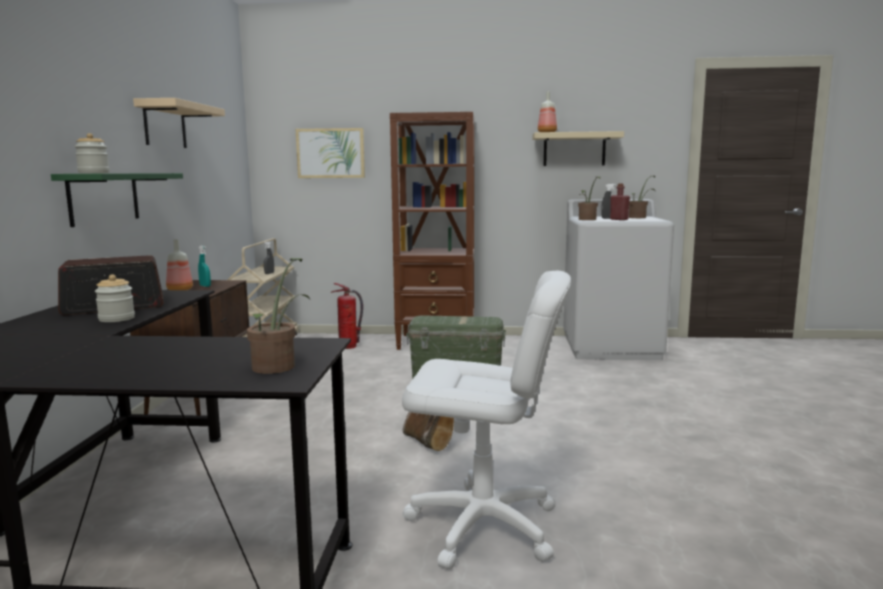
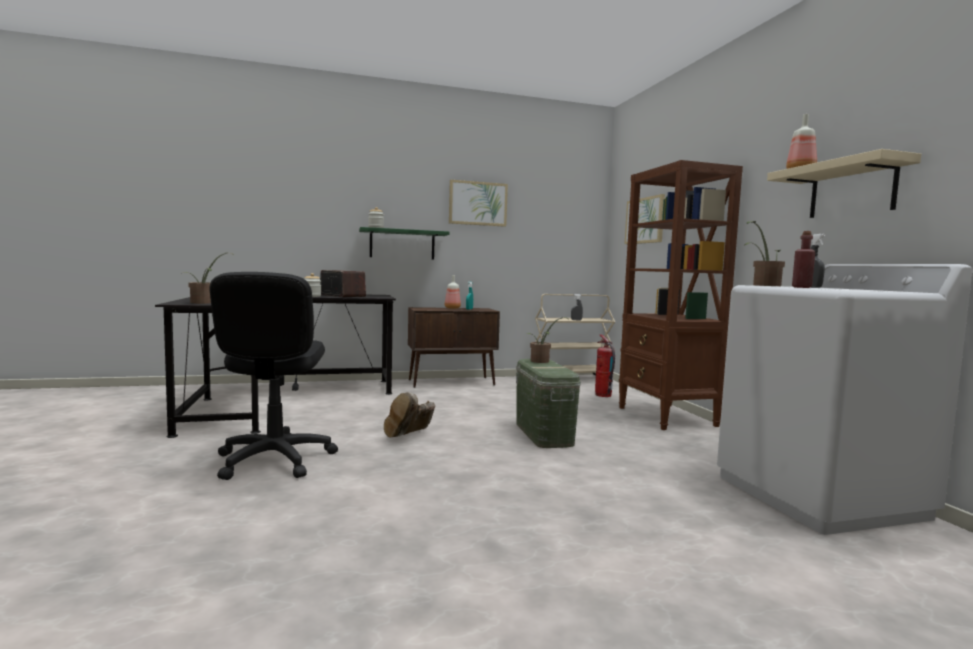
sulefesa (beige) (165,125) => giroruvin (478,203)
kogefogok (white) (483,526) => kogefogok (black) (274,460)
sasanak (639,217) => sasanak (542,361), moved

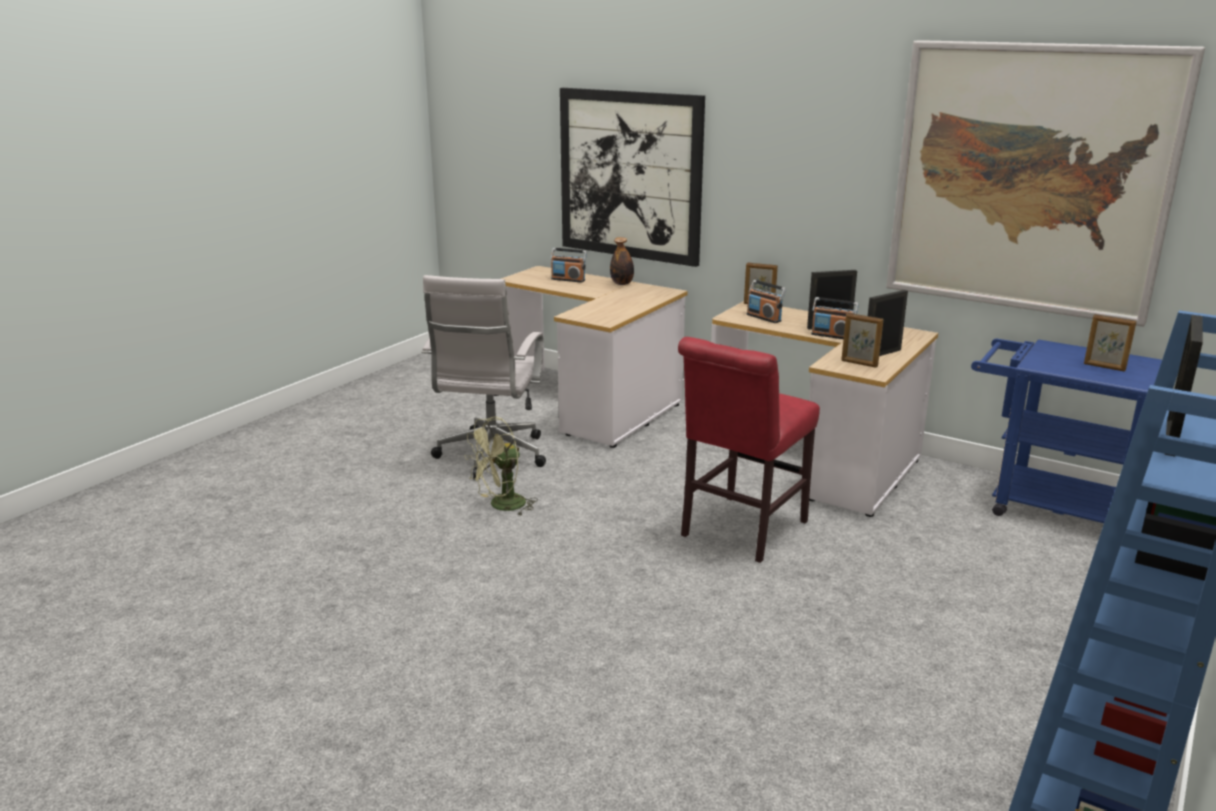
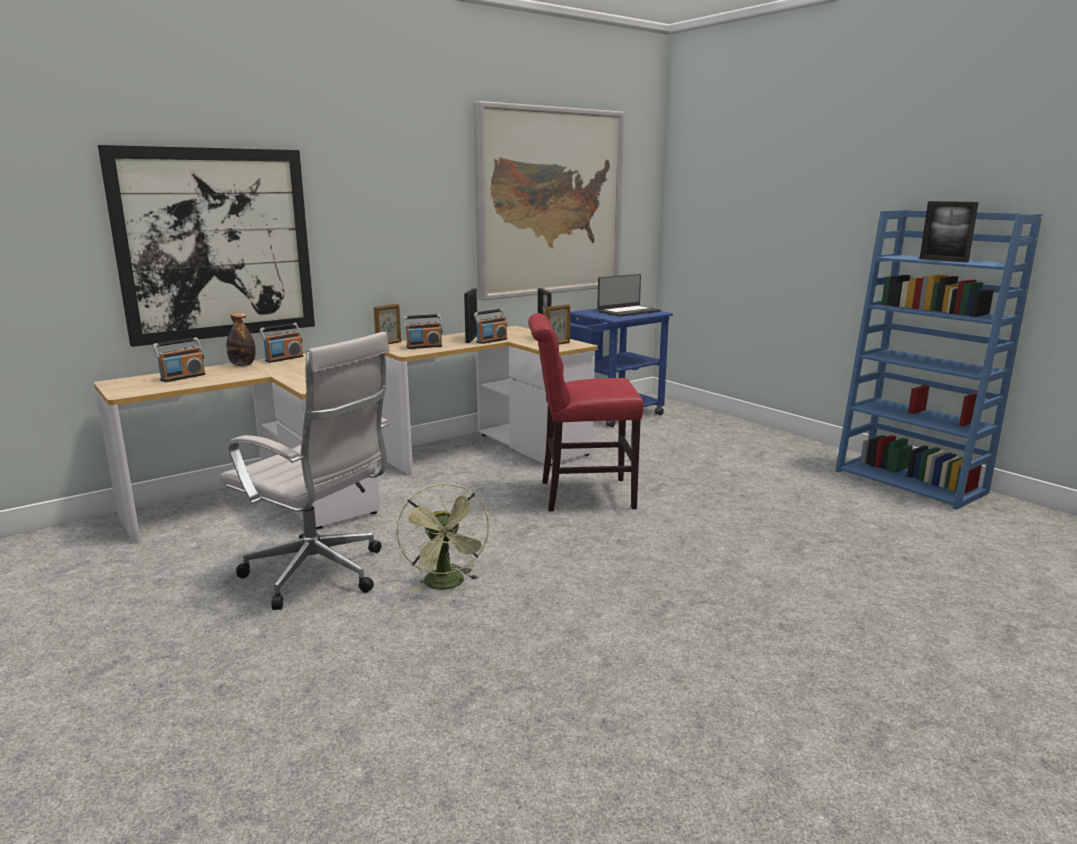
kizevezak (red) (740,531) => kizevezak (red) (581,495), 120 degrees clockwise
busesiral (1104,367) => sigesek (628,311)
nothing => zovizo (284,359)

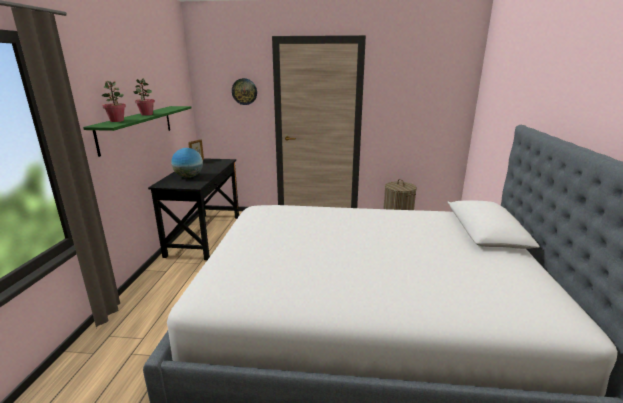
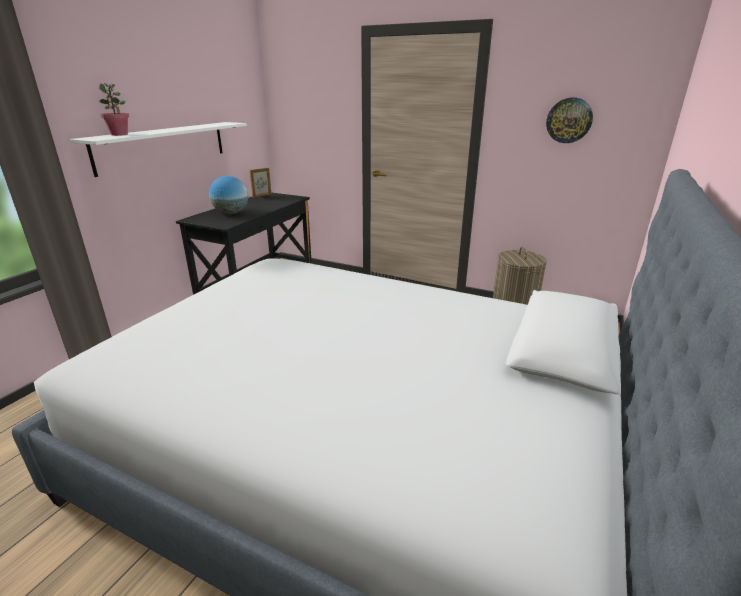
sulefesa (green) (137,128) => sulefesa (white) (163,146)
sasanak (146,114) => nothing
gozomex (244,91) => gozomex (569,120), moved

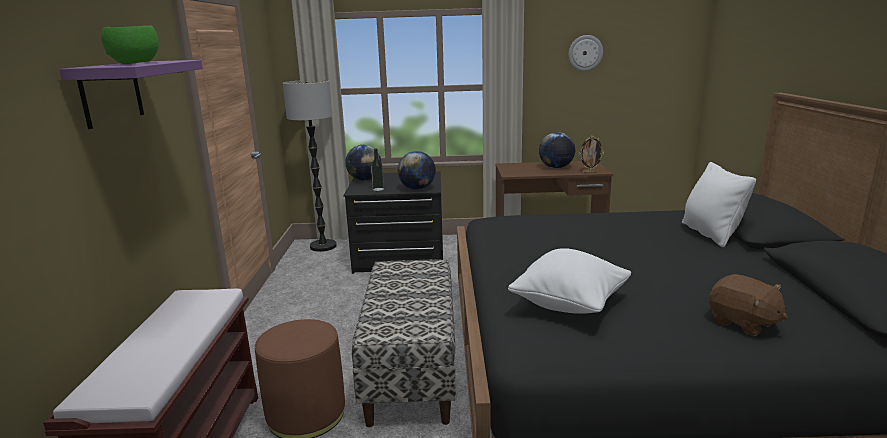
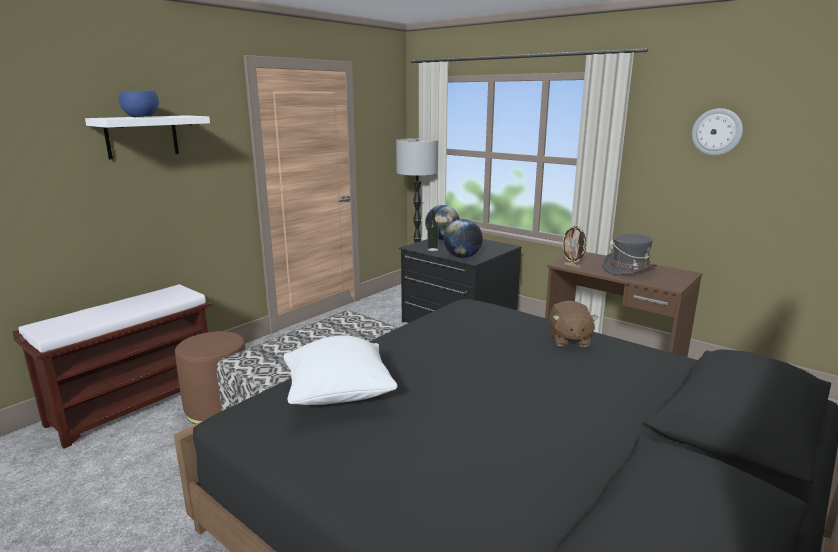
sulefesa (purple) (111,93) => sulefesa (white) (142,136)
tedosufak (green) (135,63) => tedosufak (blue) (141,117)
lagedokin (556,167) => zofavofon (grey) (629,269)
busesiral (590,172) => busesiral (572,266), moved
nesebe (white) (710,234) => nothing
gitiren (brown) (742,323) => gitiren (brown) (569,339), moved

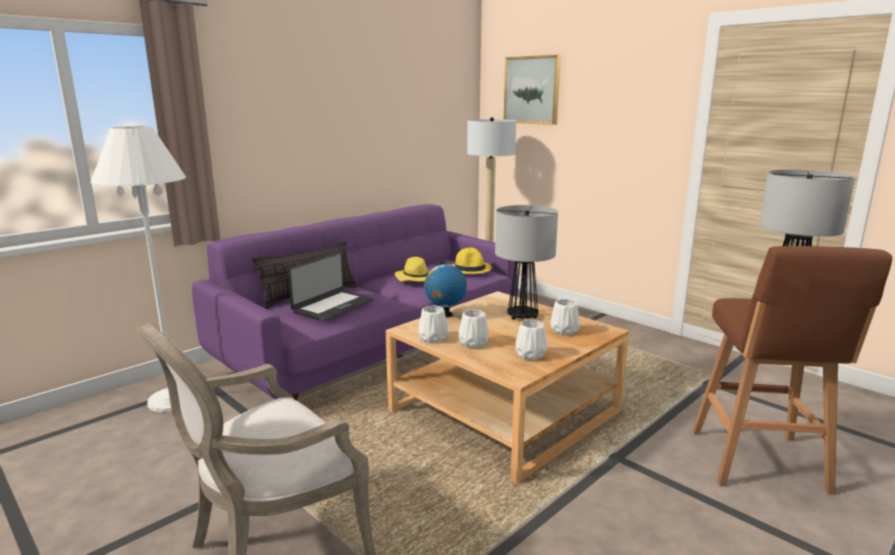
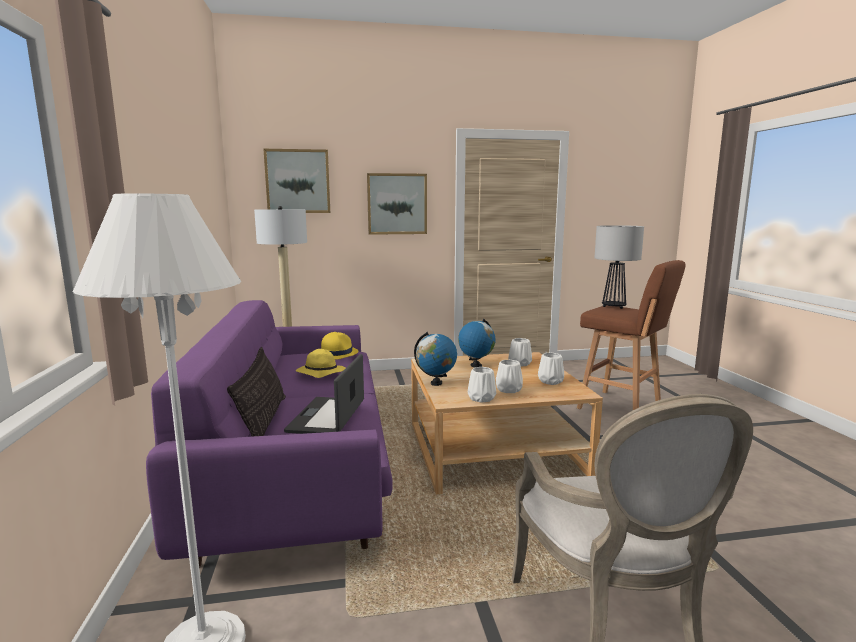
sigesek (332,306) => sigesek (328,416), 150 degrees counterclockwise
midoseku (522,316) => lagedokin (476,365)
nothing => giroruvin (397,204)

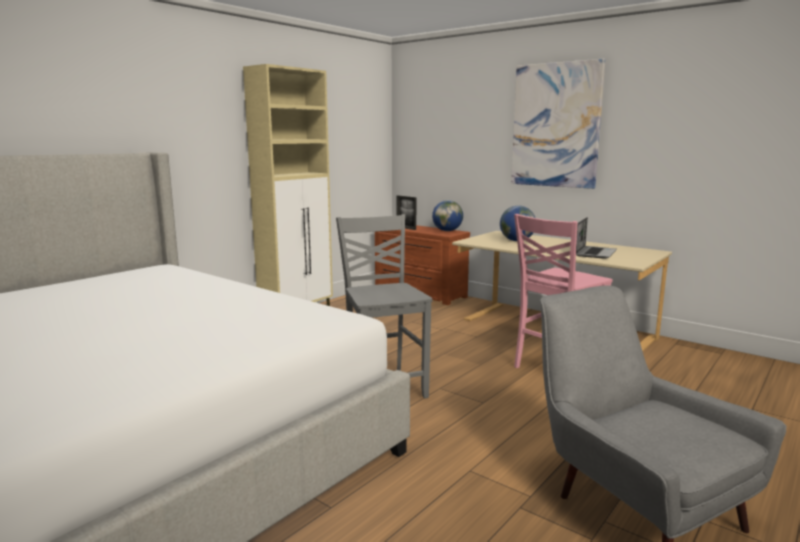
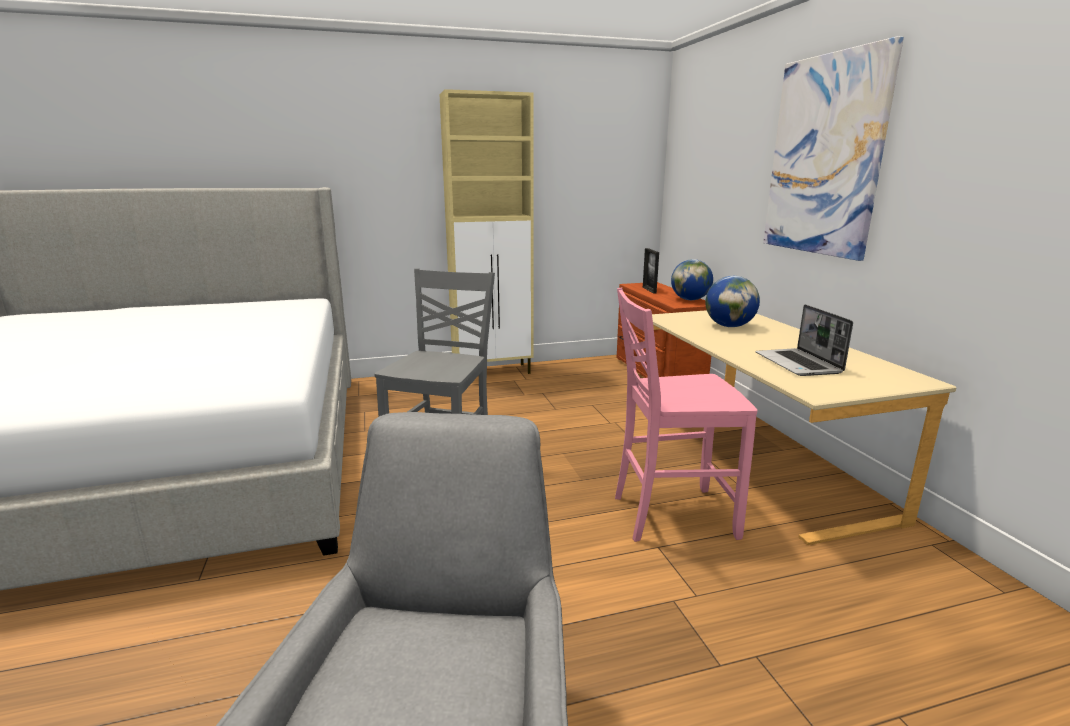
sigesek (595,253) => sigesek (799,364), 105 degrees clockwise

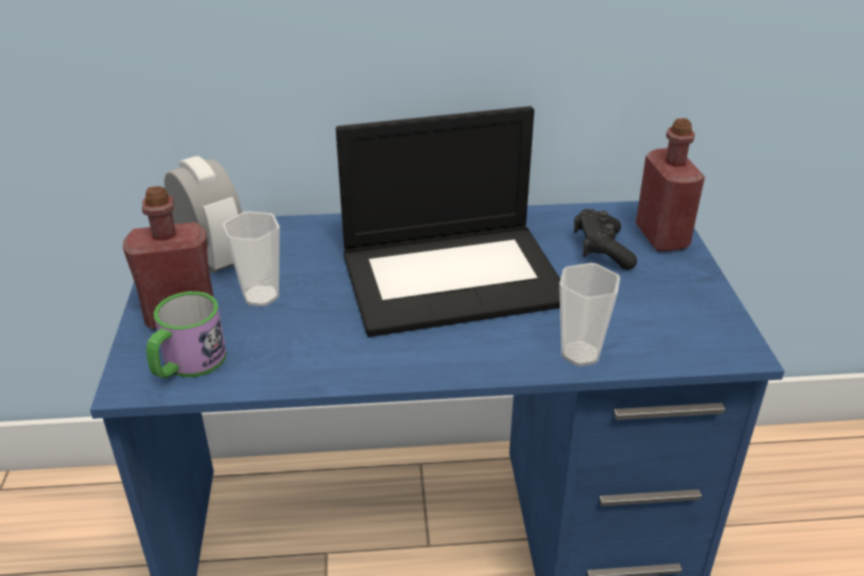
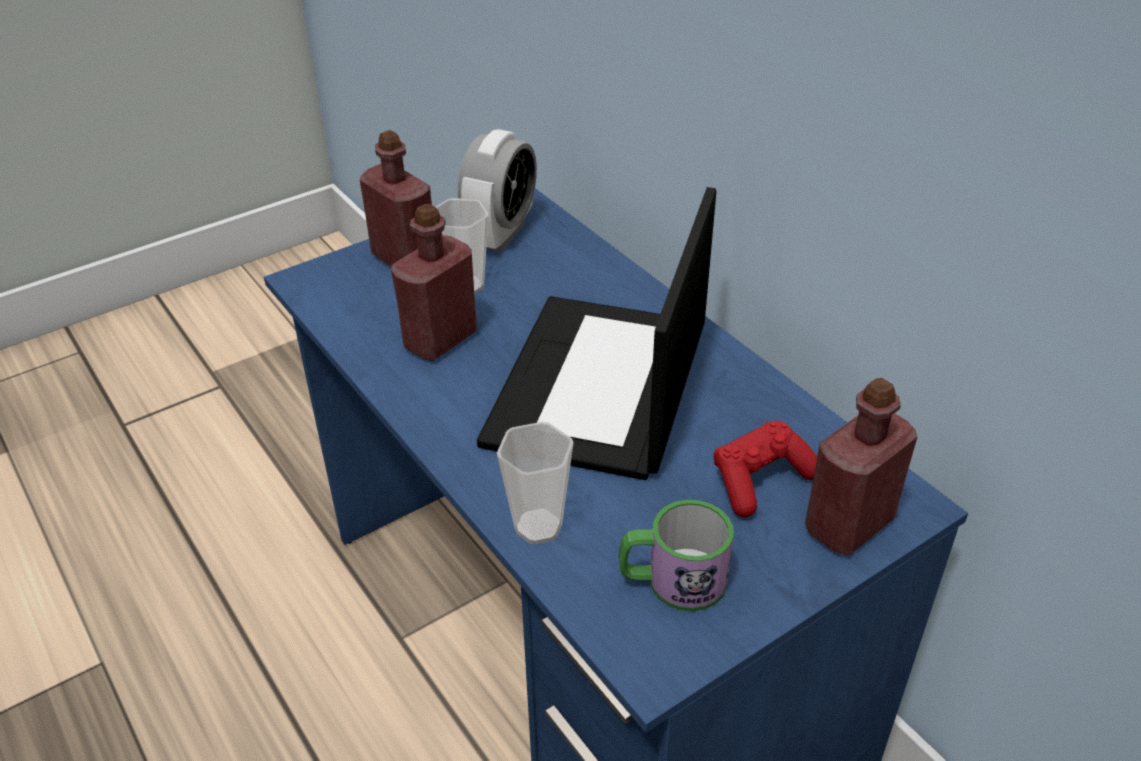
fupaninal (187,364) => fupaninal (672,580), moved
sigesek (454,277) => sigesek (600,387), 60 degrees clockwise
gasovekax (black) (601,251) => gasovekax (red) (761,480)
nothing => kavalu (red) (440,340)

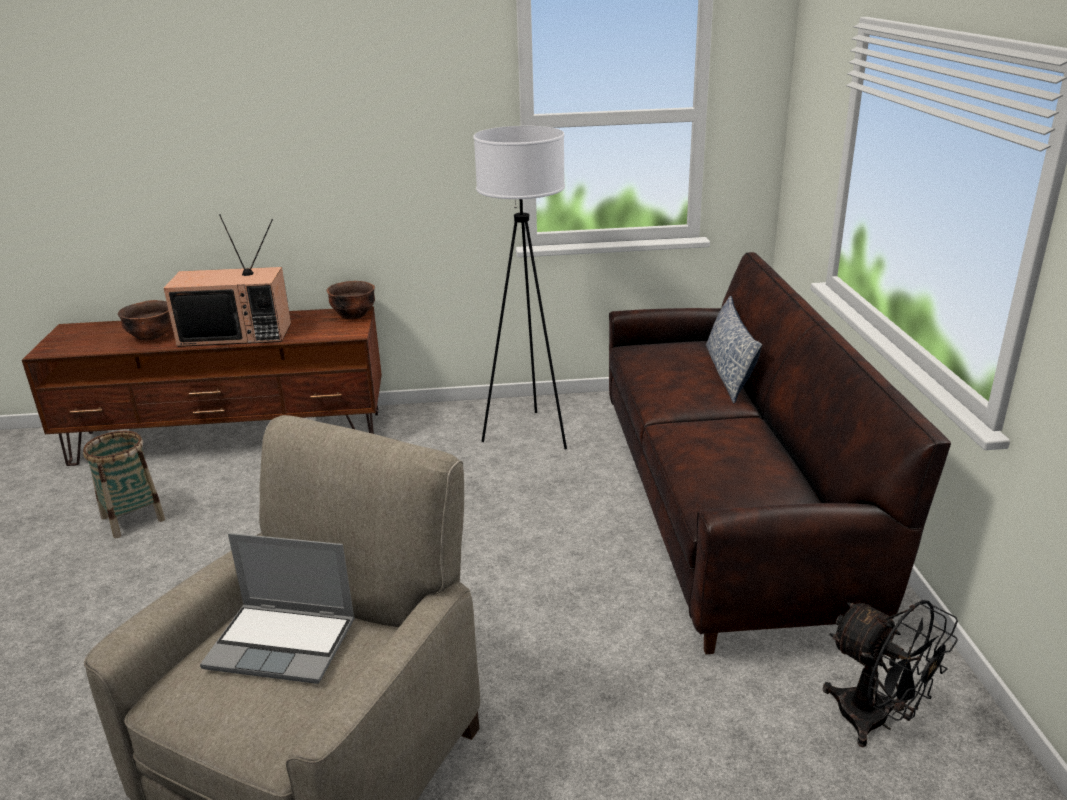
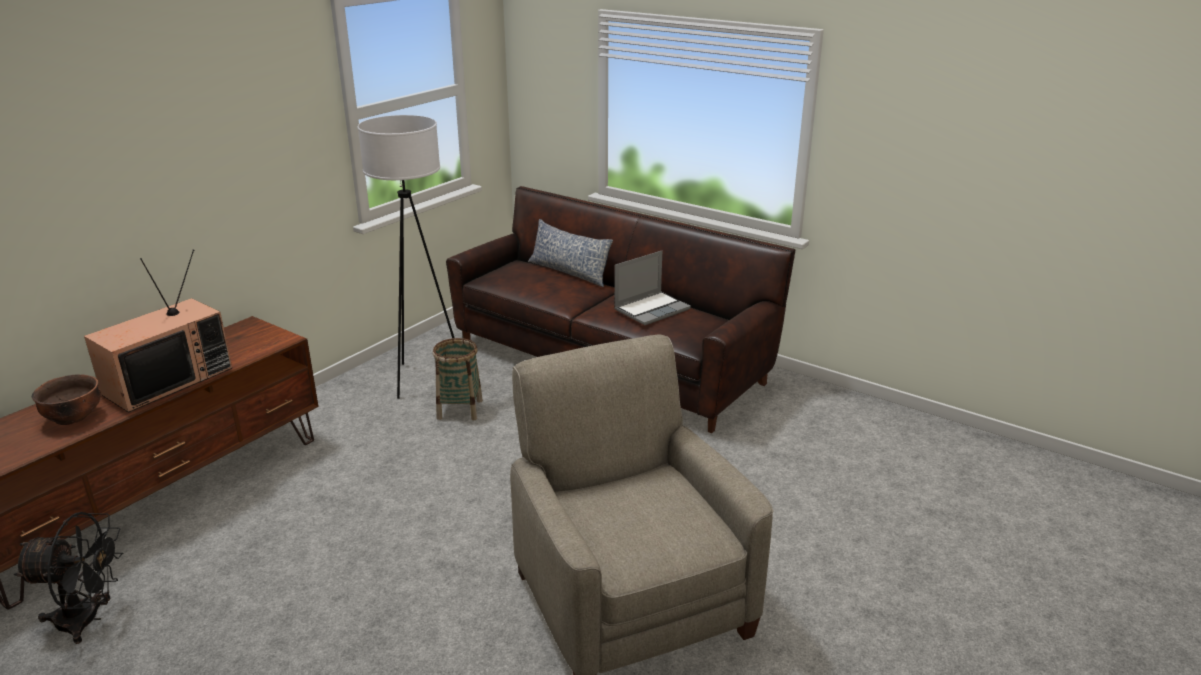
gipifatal (133,519) => gipifatal (460,409), moved
sigesek (284,643) => sigesek (652,309), moved
tedosufak (brown) (353,315) => nothing
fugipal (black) (876,721) => fugipal (black) (88,619), moved

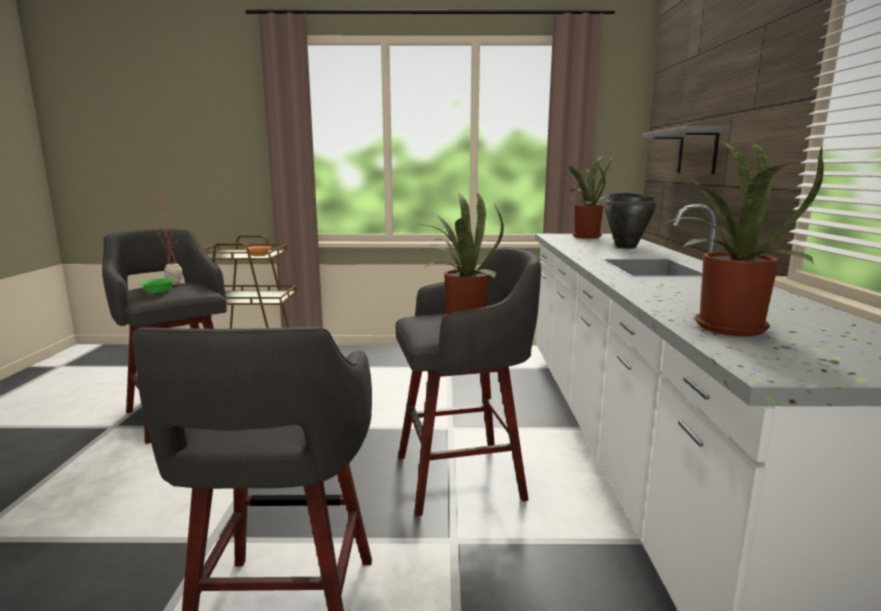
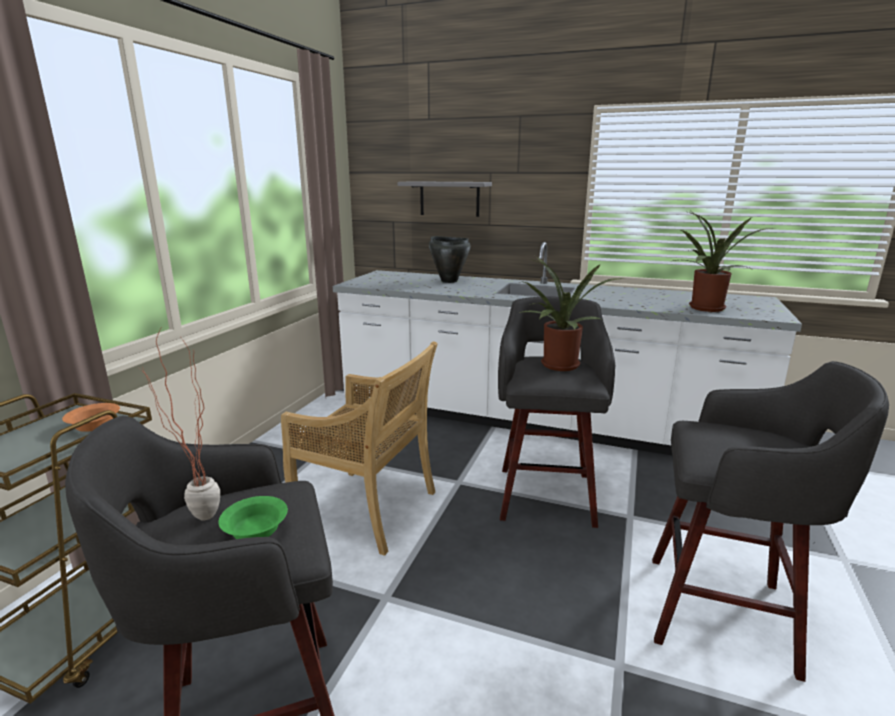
sasanak (584,236) => nothing
nothing => kizevezak (beige) (369,510)

